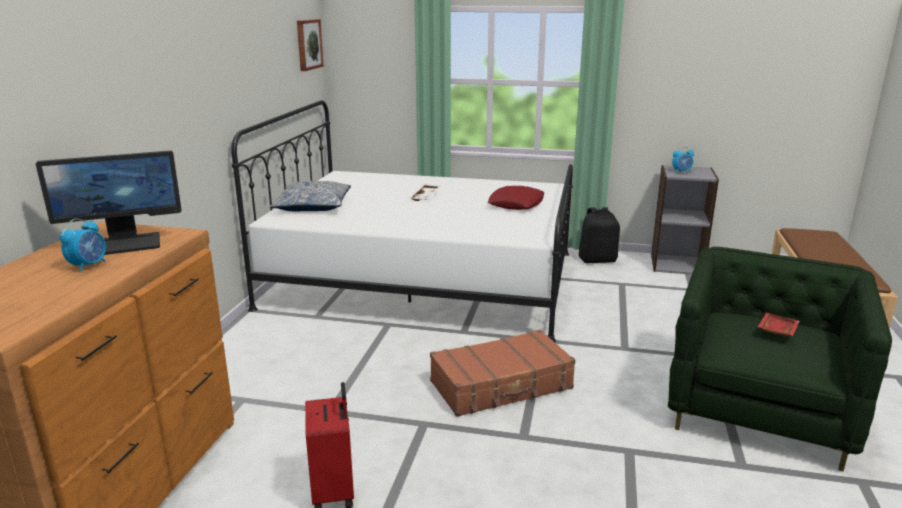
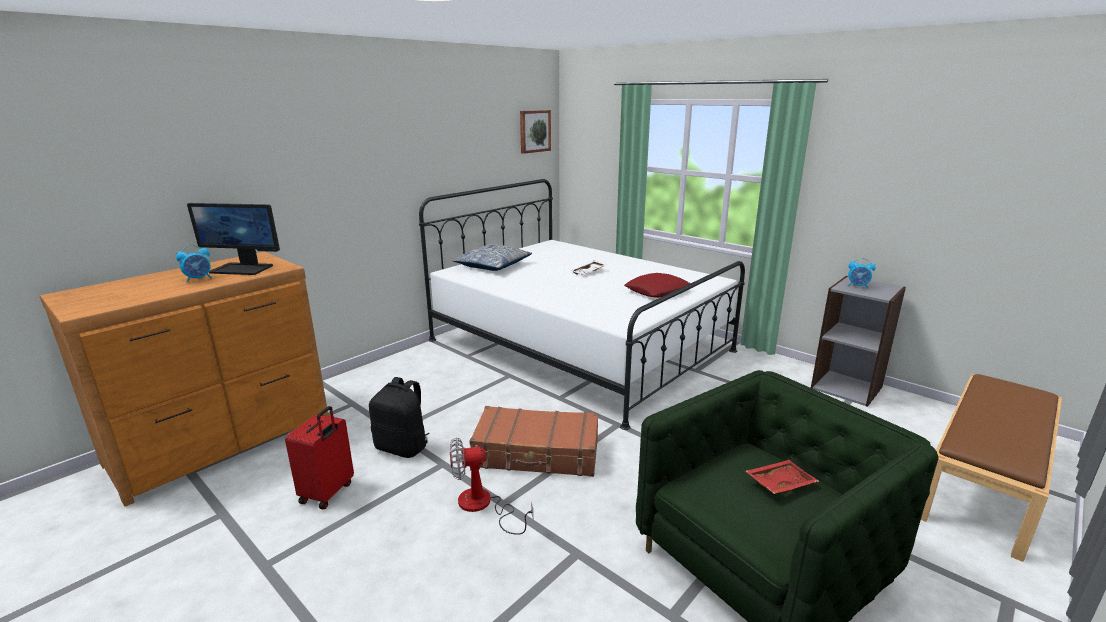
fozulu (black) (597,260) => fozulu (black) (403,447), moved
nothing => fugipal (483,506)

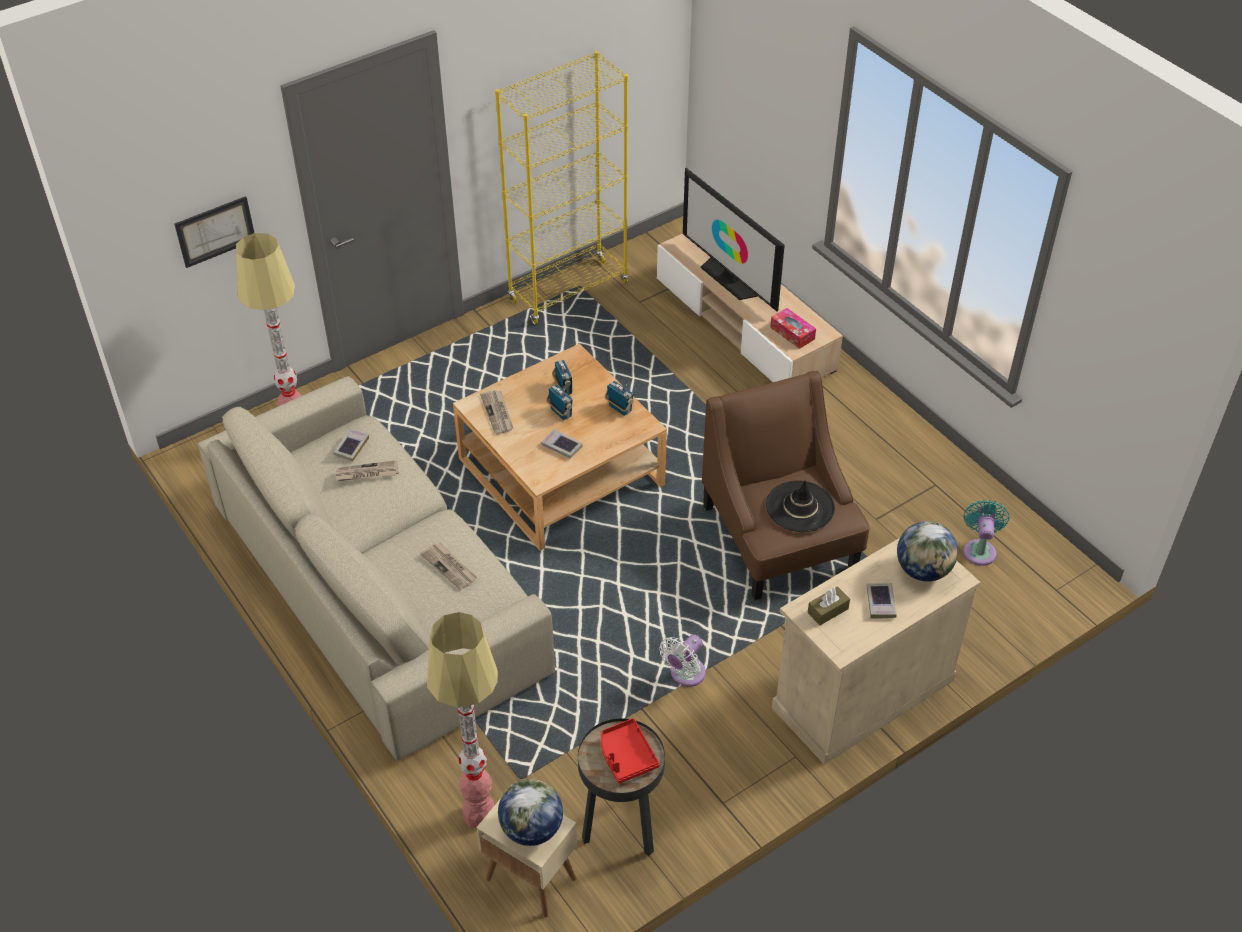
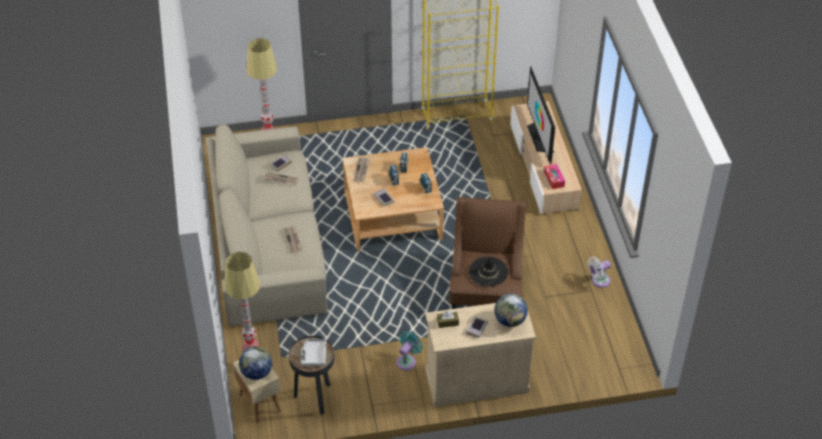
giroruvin (215,231) => nothing
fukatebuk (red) (626,756) => fukatebuk (grey) (314,355)
fugipal (white) (685,675) => fugipal (white) (598,281), moved
fugipal (turquoise) (979,549) => fugipal (turquoise) (407,361), moved

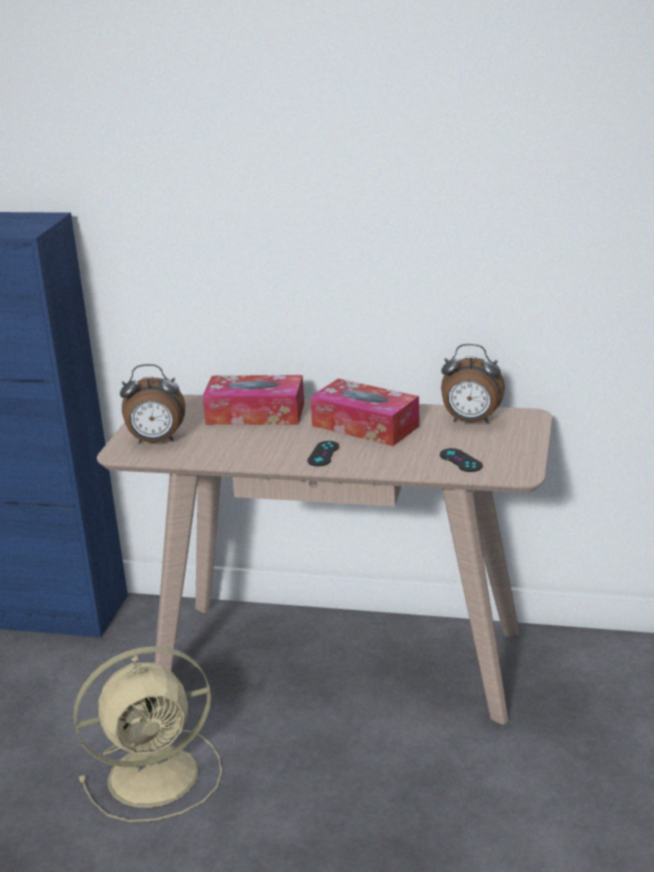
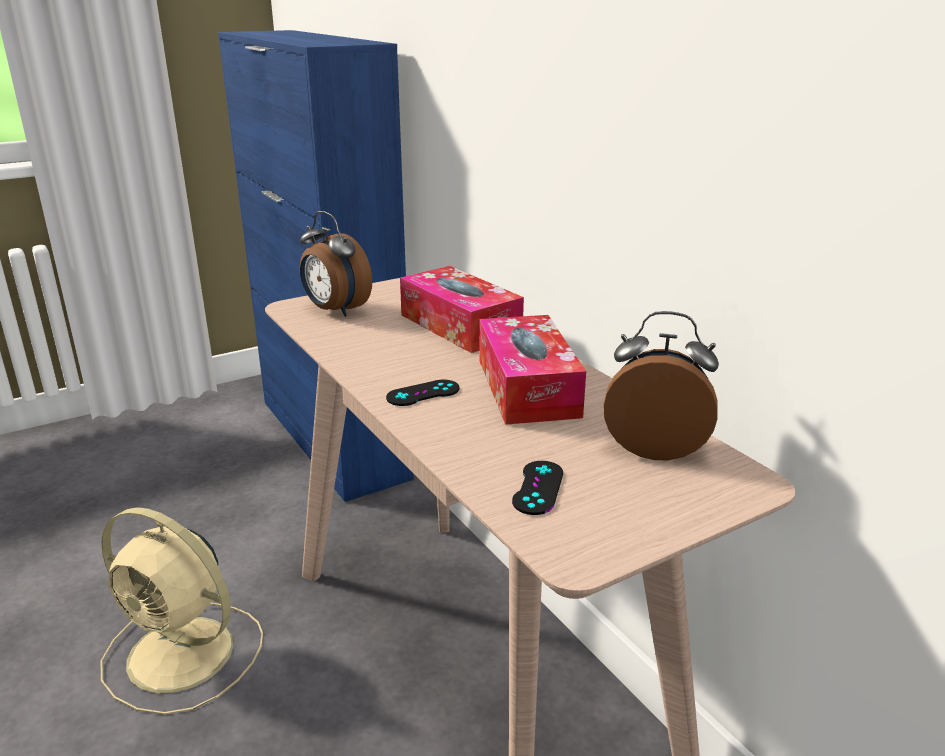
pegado (471,421) => pegado (655,446), 135 degrees clockwise

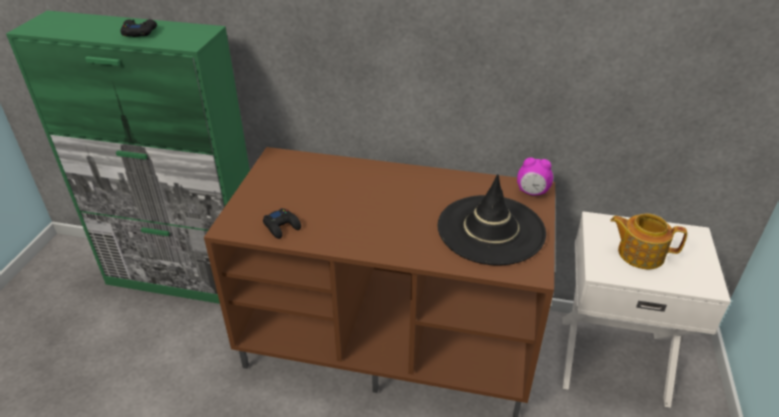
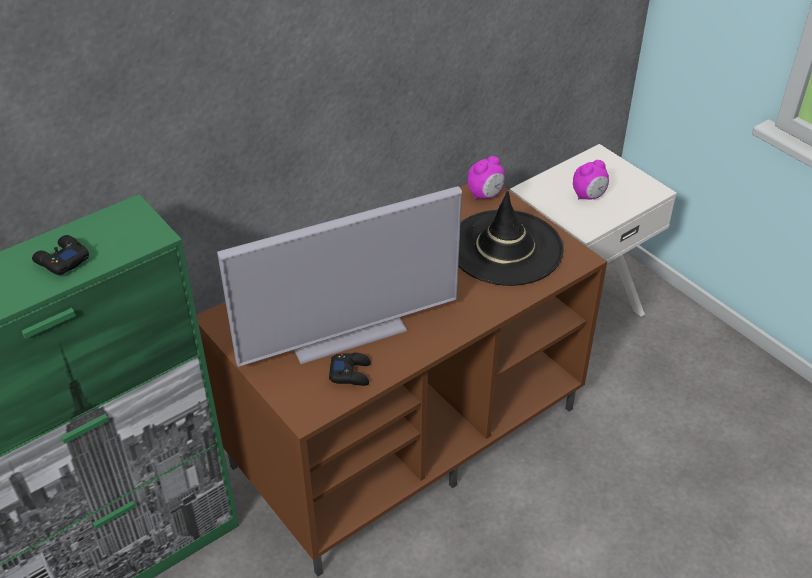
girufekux (639,253) => pegado (588,196)
nothing => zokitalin (347,333)

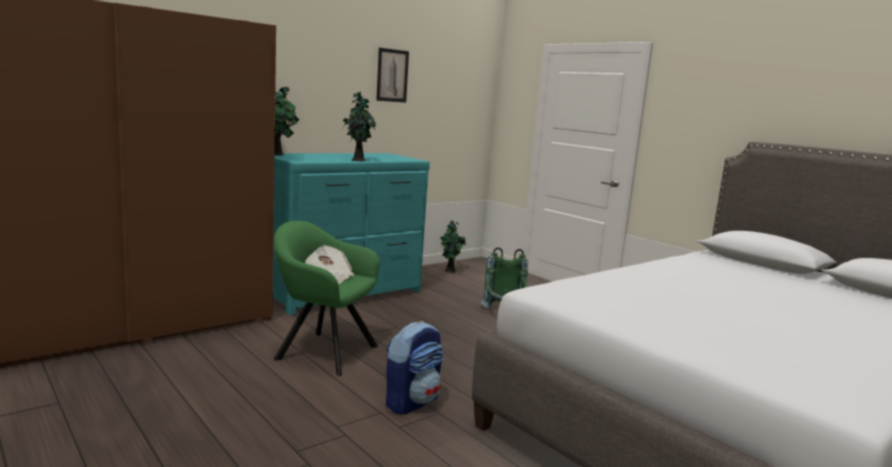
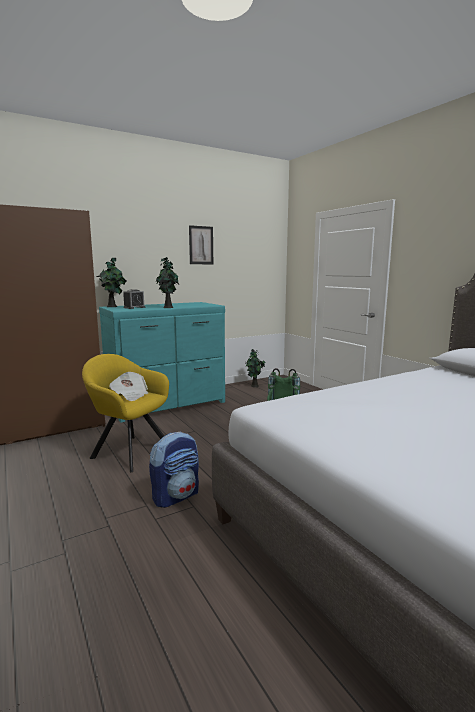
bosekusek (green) (322,351) => bosekusek (yellow) (129,451)
nothing => pegado (134,307)

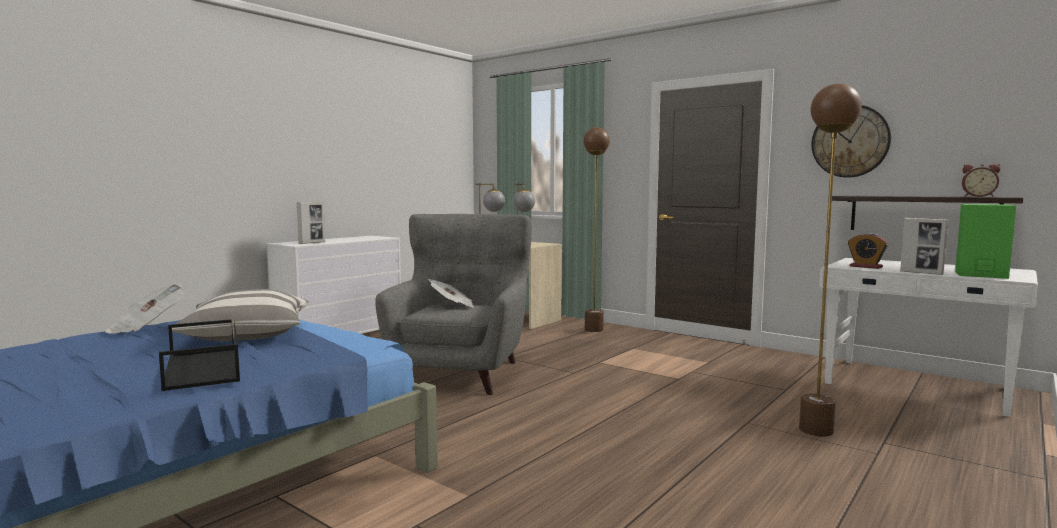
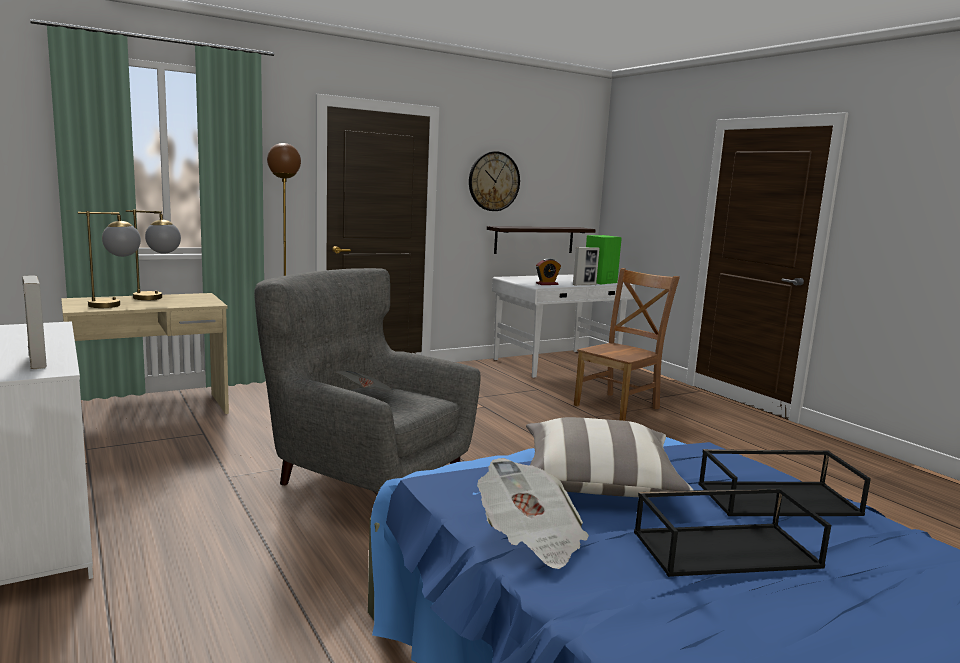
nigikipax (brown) (816,430) => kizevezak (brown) (619,406)
pegado (978,196) => nothing
nothing => fukatebuk (black) (726,548)

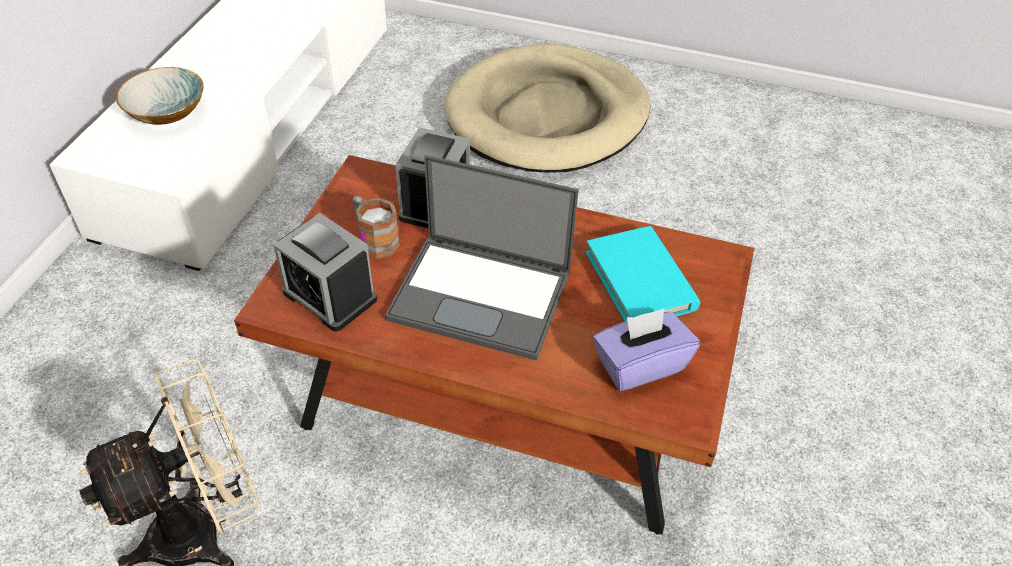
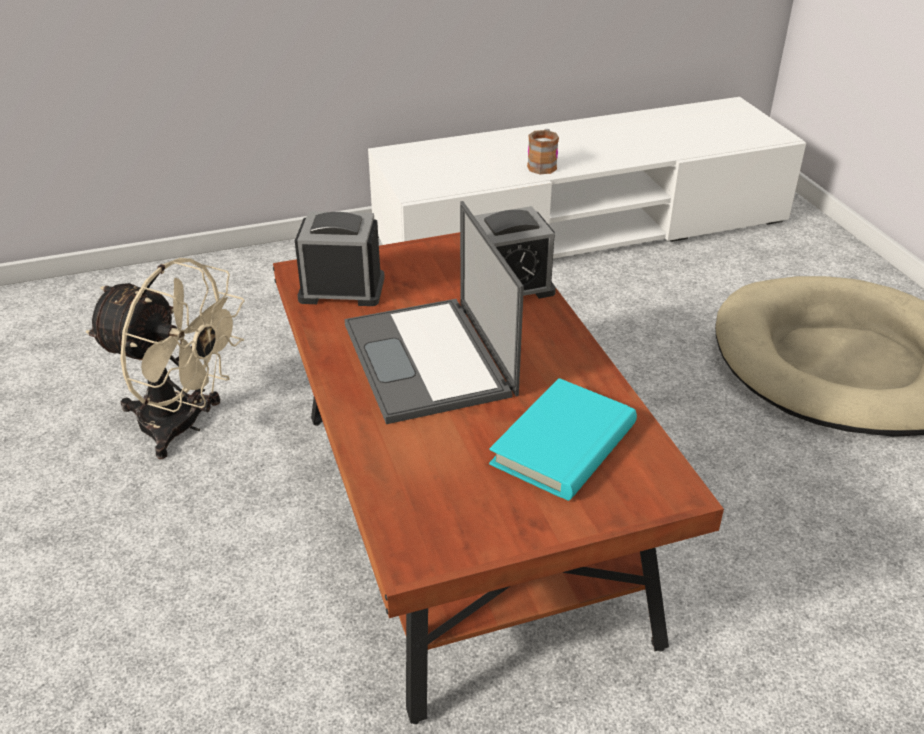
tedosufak (167,113) => nothing
pegado (329,295) => pegado (342,289), 90 degrees clockwise
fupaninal (374,239) => fupaninal (543,164), moved
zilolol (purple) (640,365) => nothing

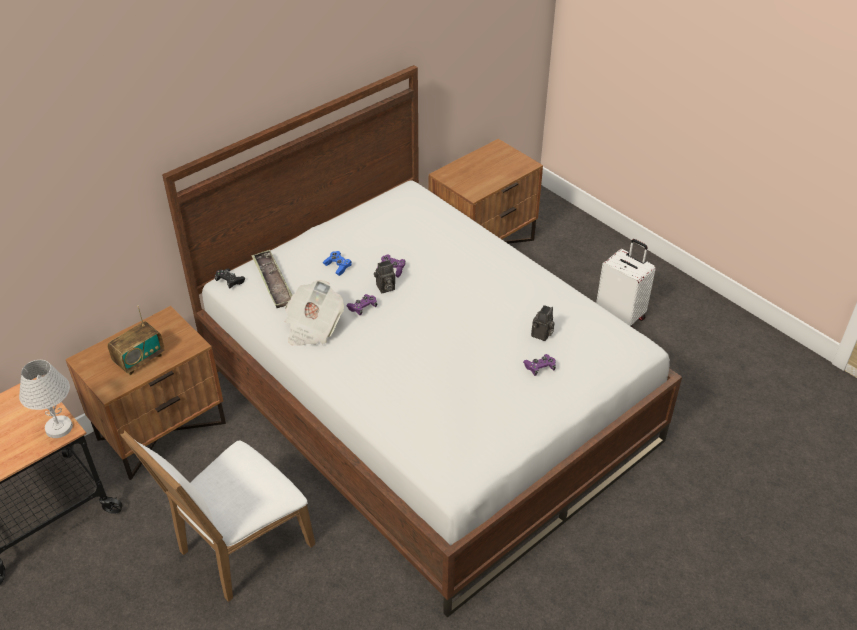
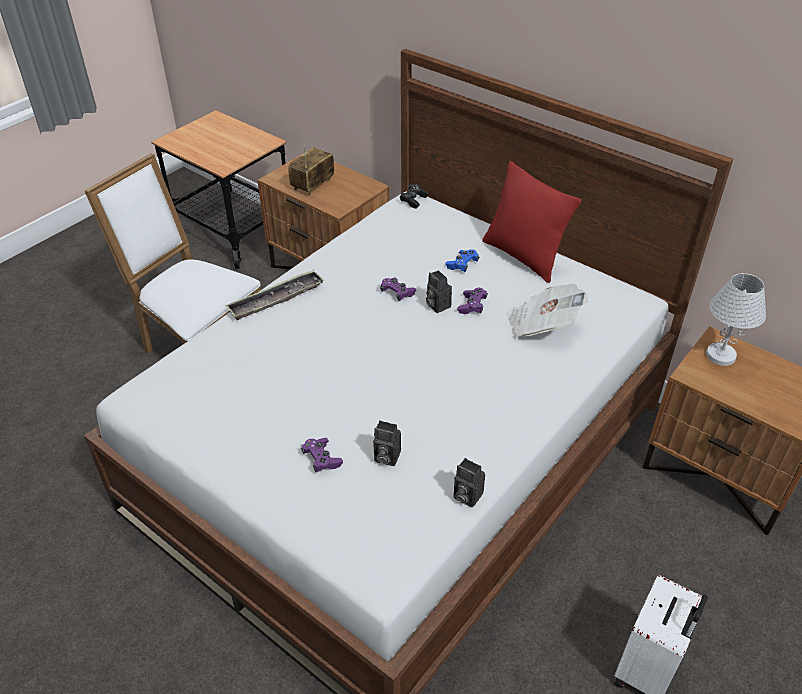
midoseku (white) (58,428) => midoseku (white) (720,355), moved
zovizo (140,360) => zovizo (313,185), 90 degrees clockwise
fukatebuk (273,282) => fukatebuk (276,299), moved
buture (313,327) => buture (542,325), moved
nothing => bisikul (465,496)
nothing => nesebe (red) (523,257)

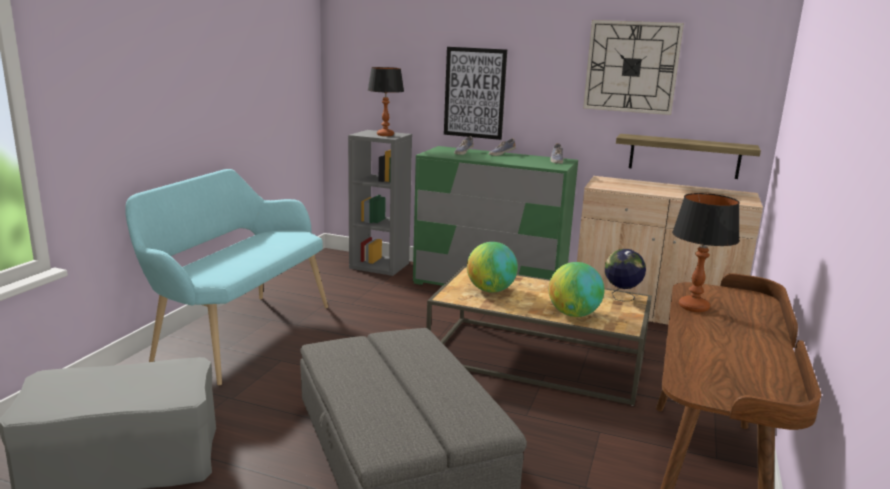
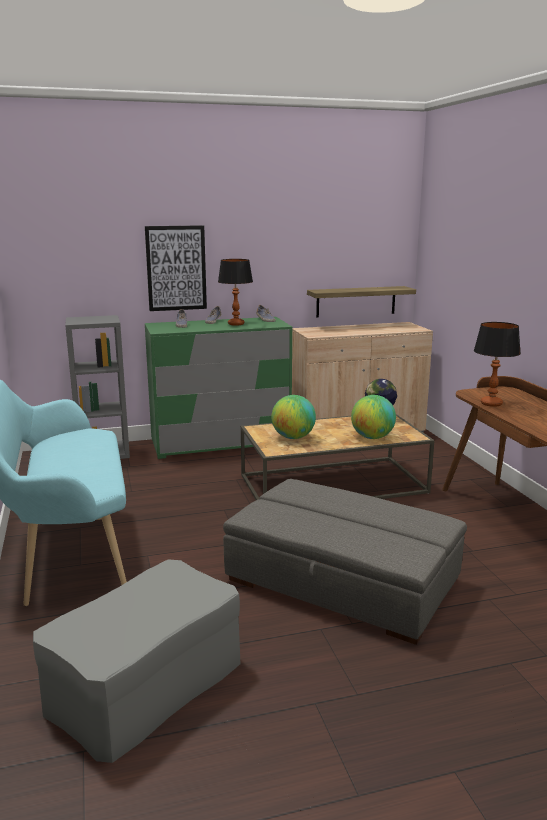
midoseku (385,135) => midoseku (236,324), moved
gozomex (631,67) => nothing

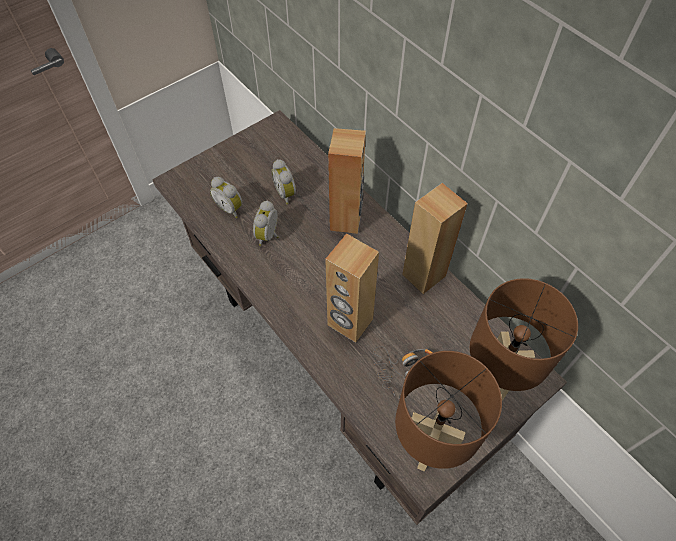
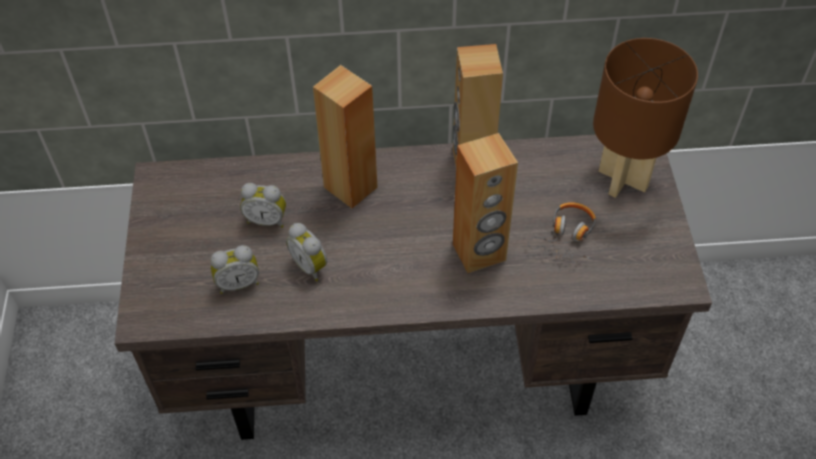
midoseku (brown) (427,446) => nothing

